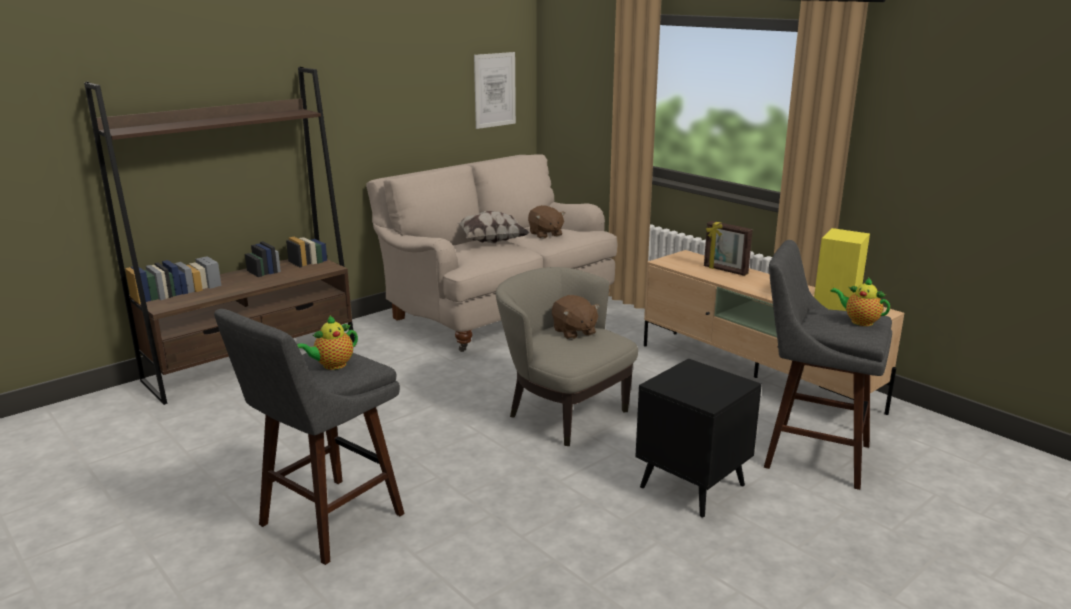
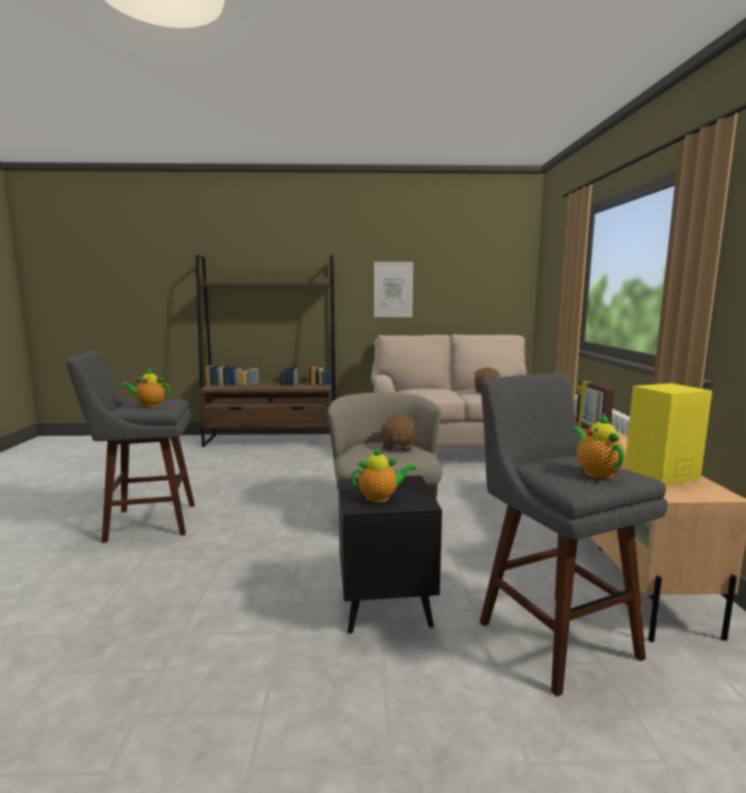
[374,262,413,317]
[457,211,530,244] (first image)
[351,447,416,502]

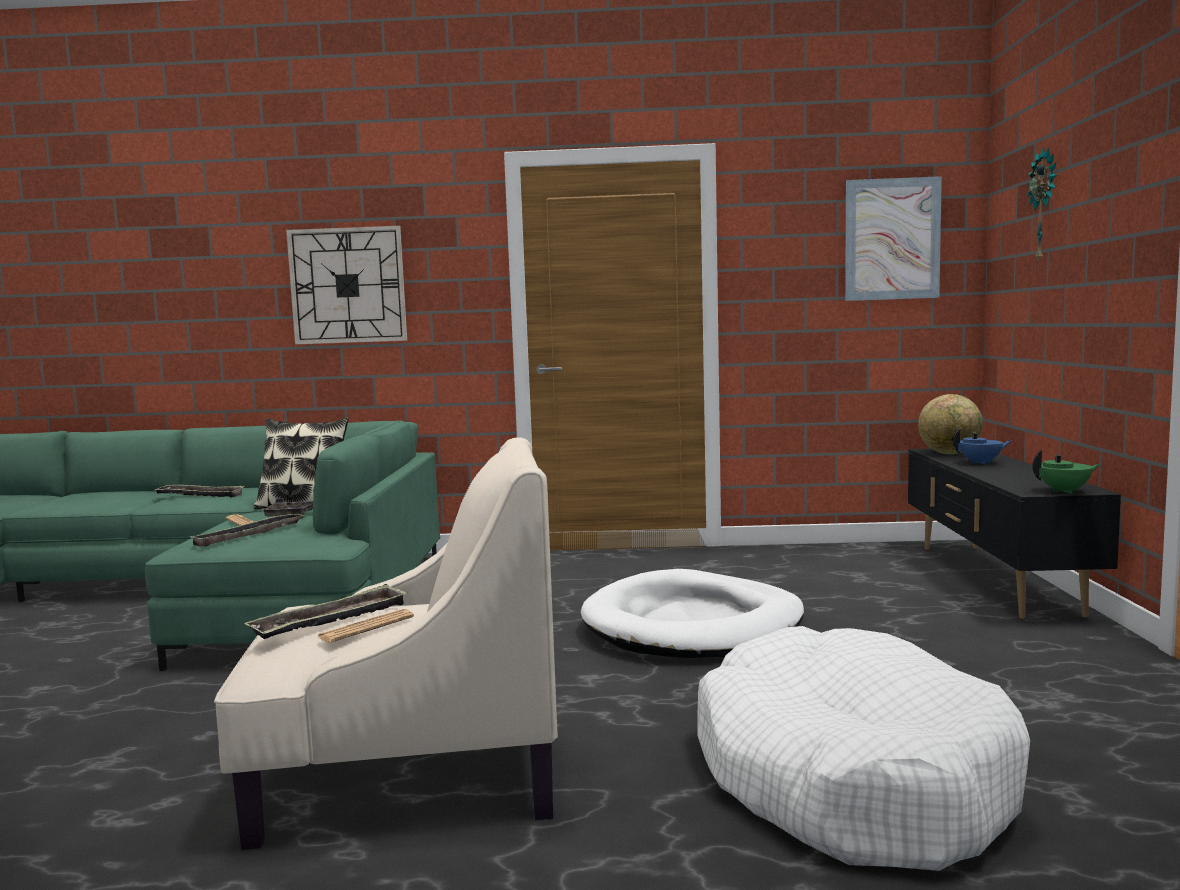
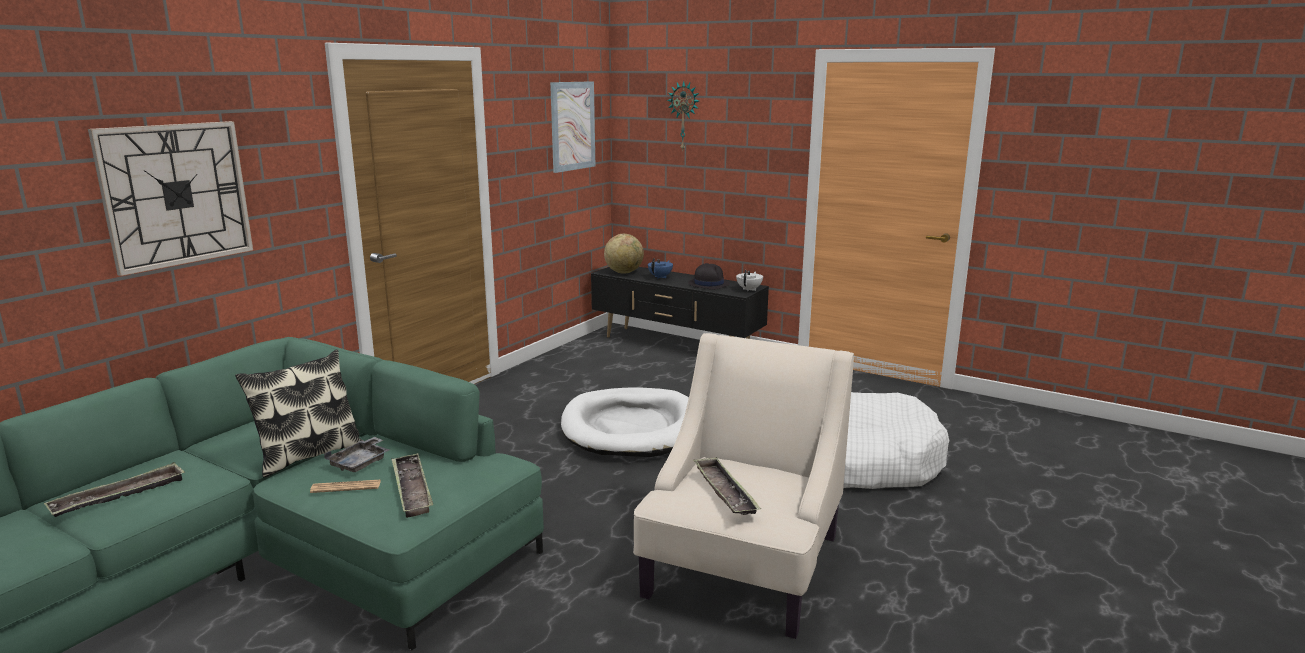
[736,270,763,291]
[318,609,414,643] (first image)
[688,263,730,290]

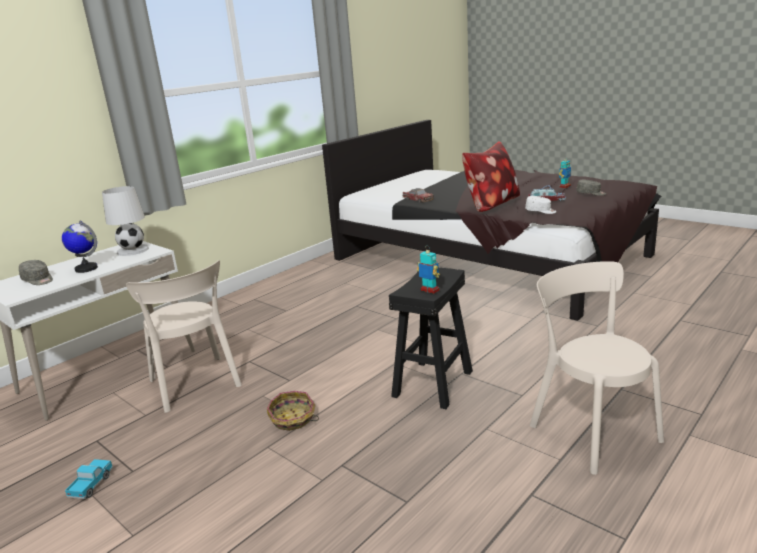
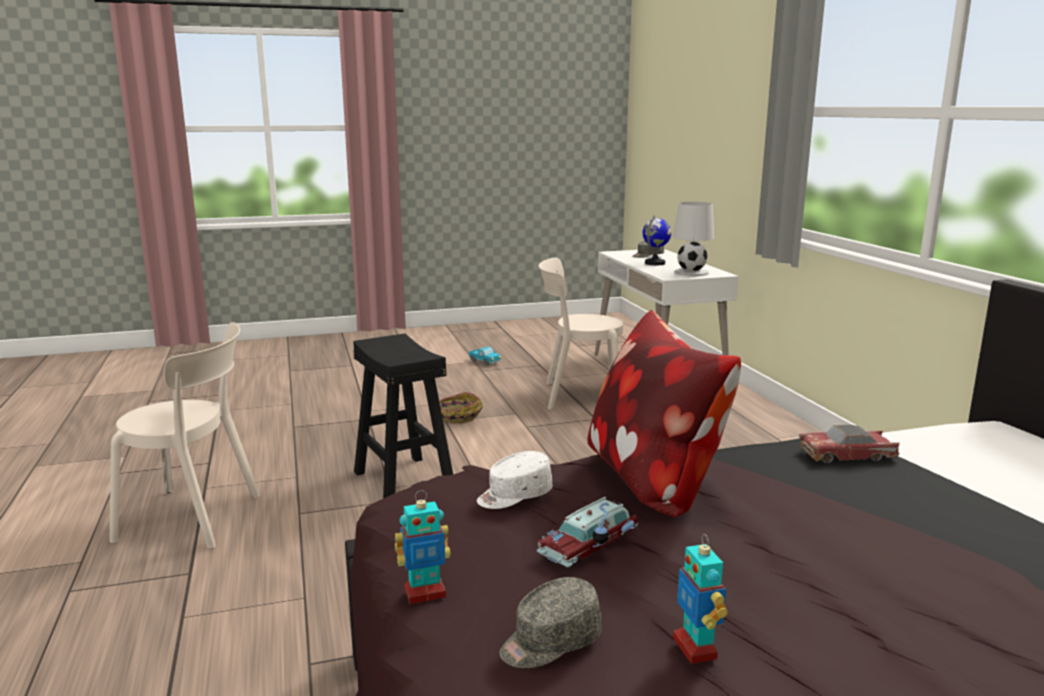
[395,491,451,604]

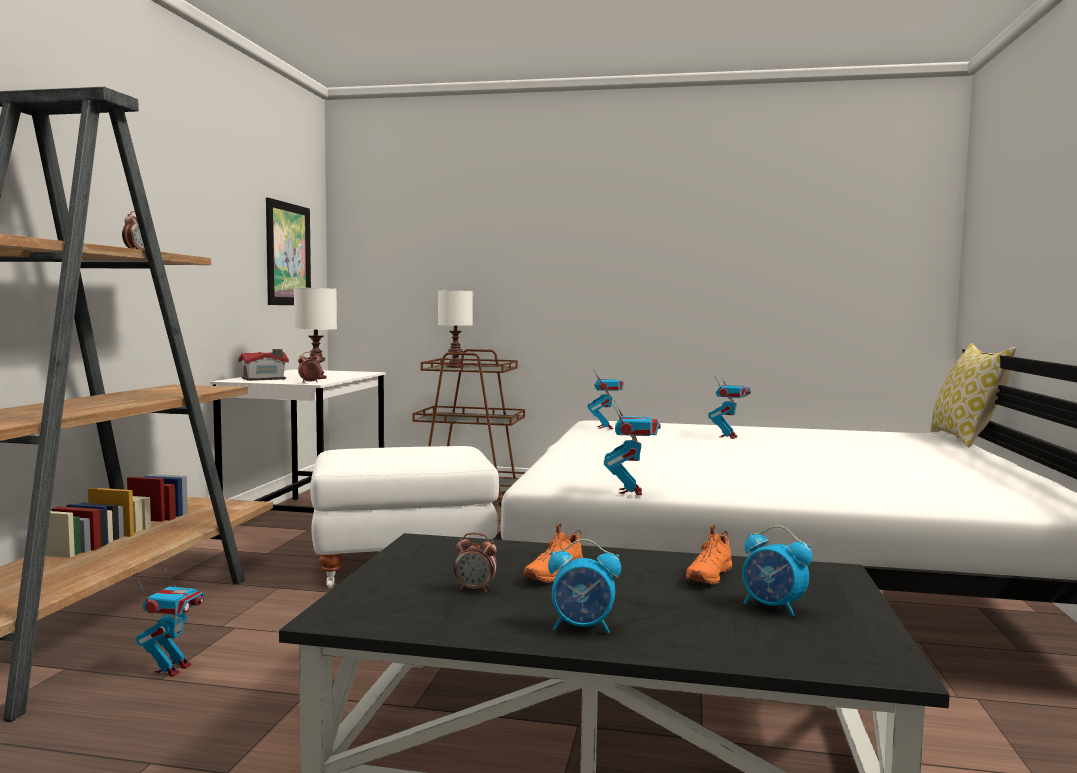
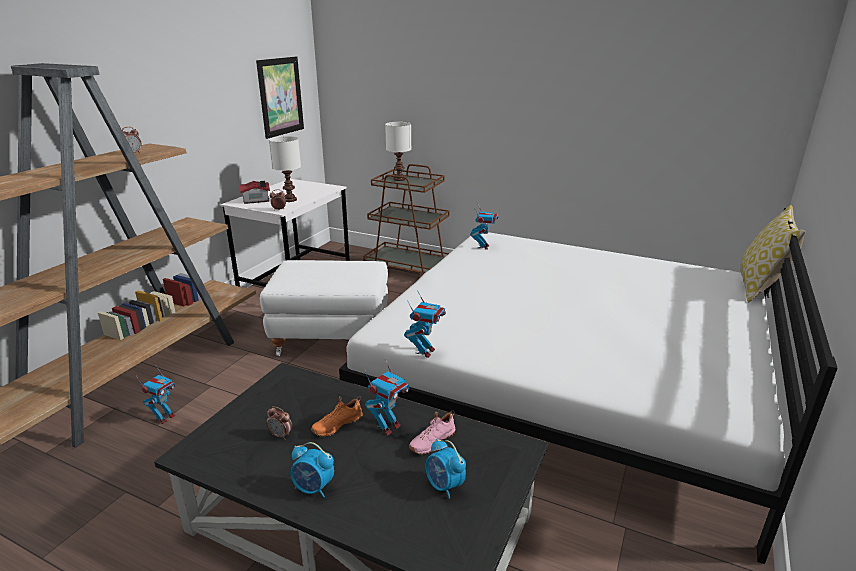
[365,358,409,435]
[409,411,456,455]

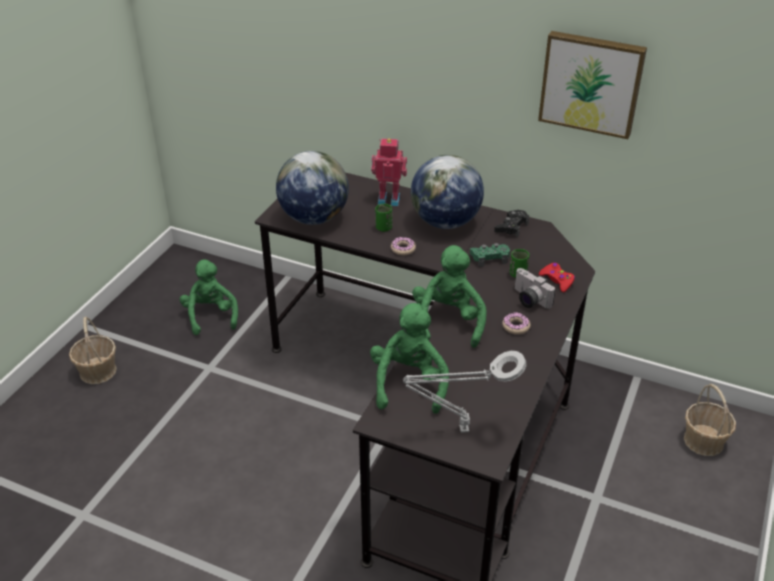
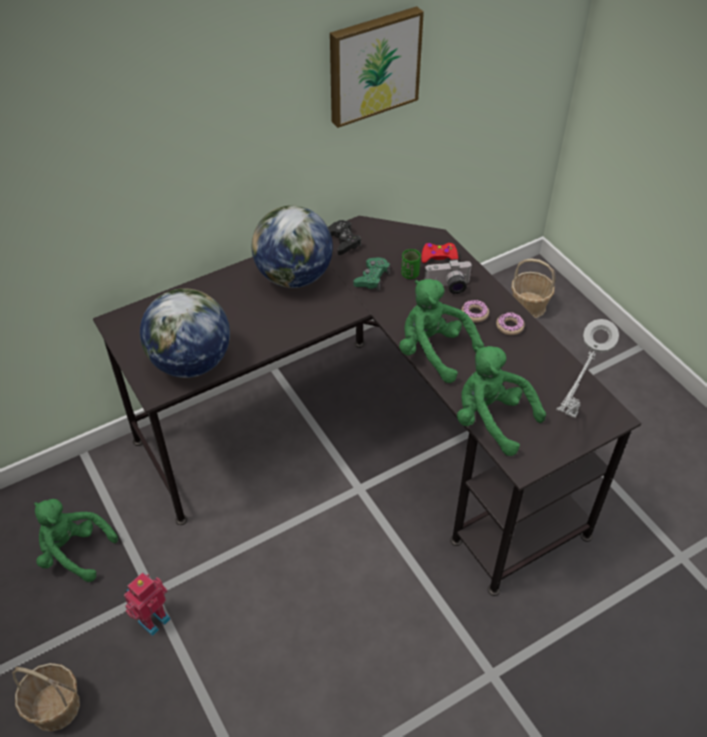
[124,572,171,636]
[375,204,392,232] (first image)
[496,312,525,335]

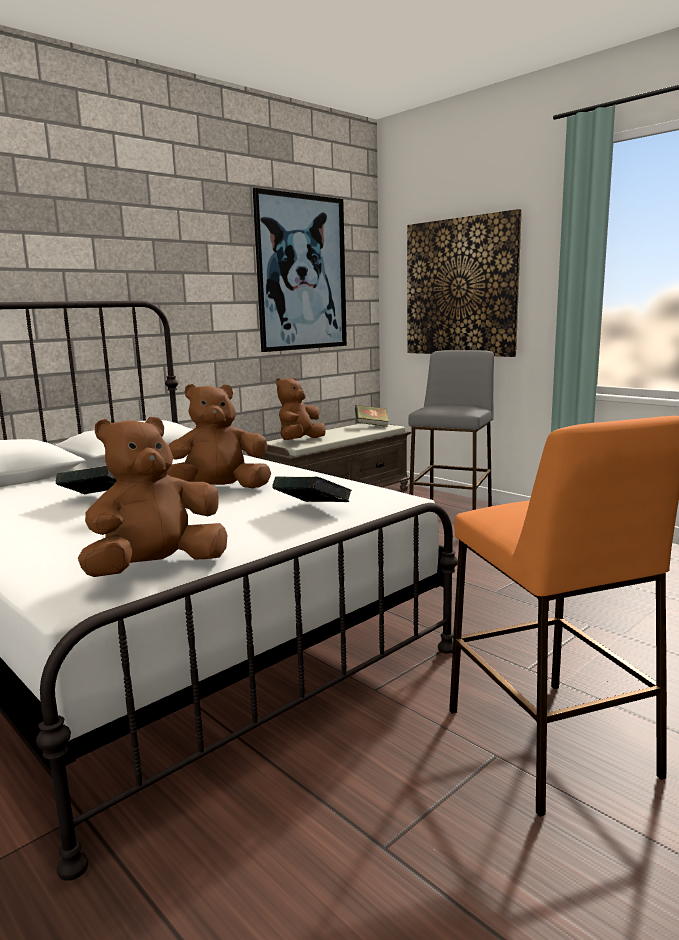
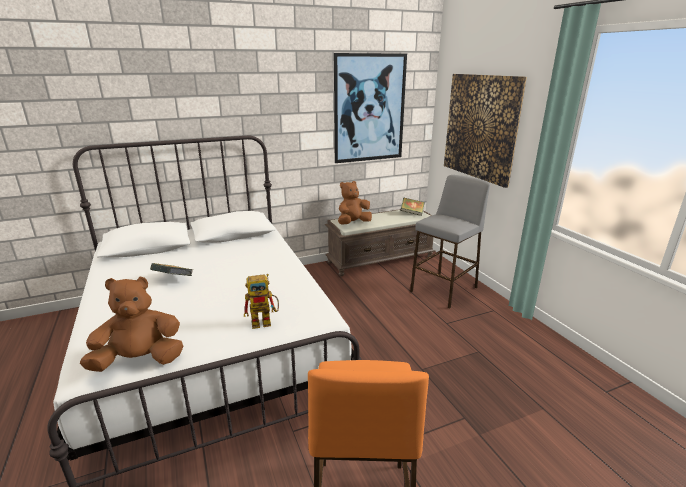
[167,384,271,488] (first image)
[244,274,279,329]

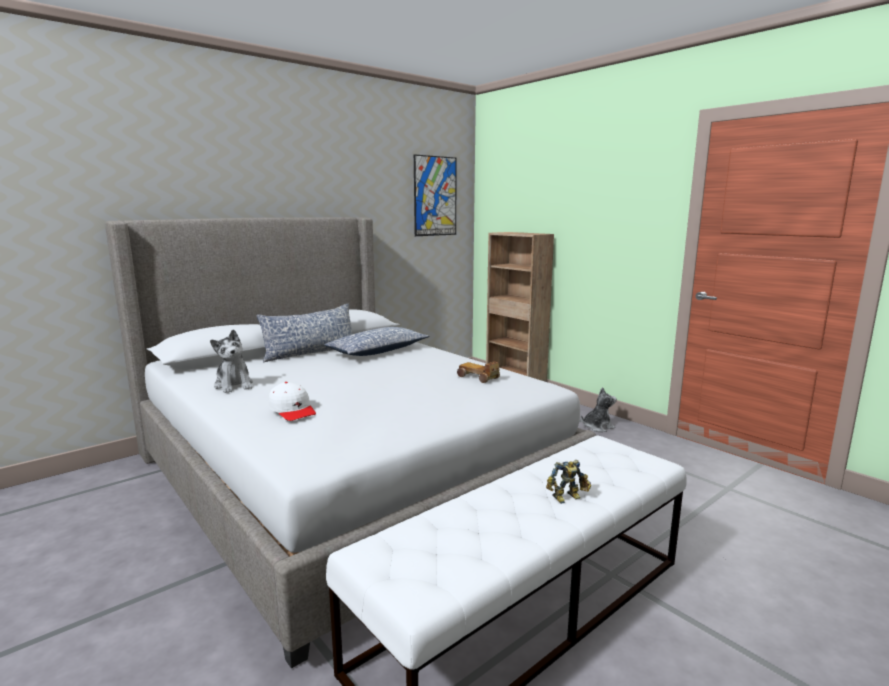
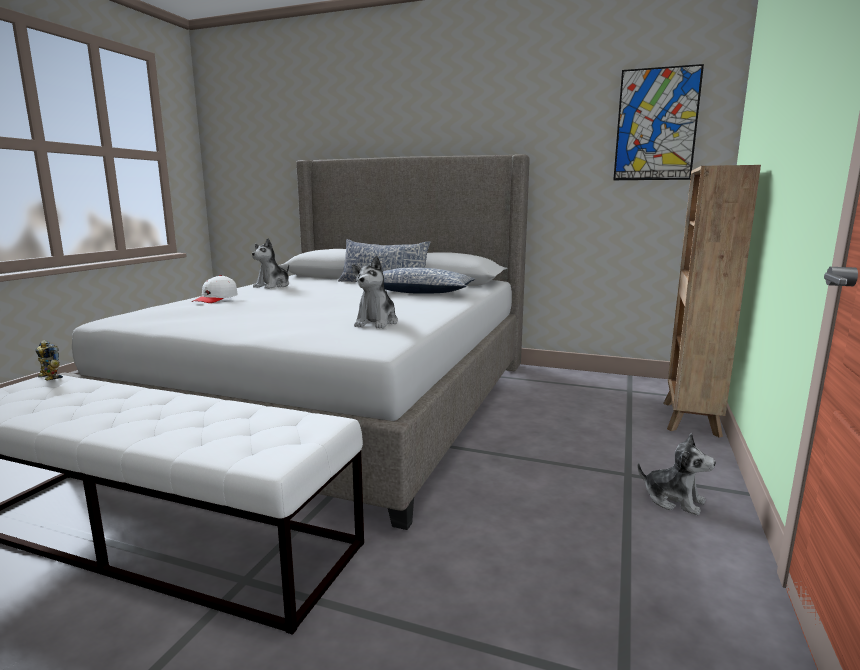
[352,256,398,328]
[35,340,63,381]

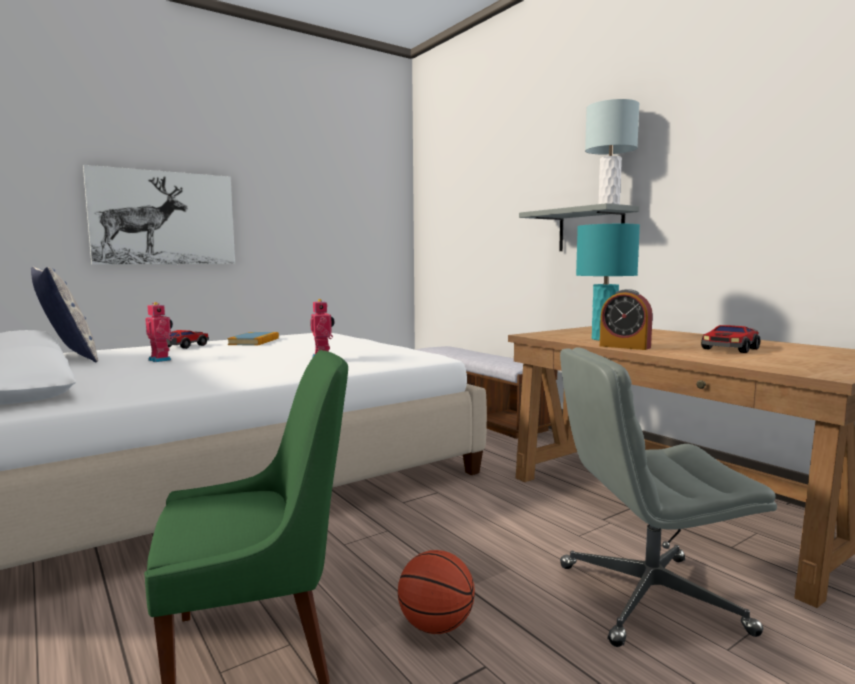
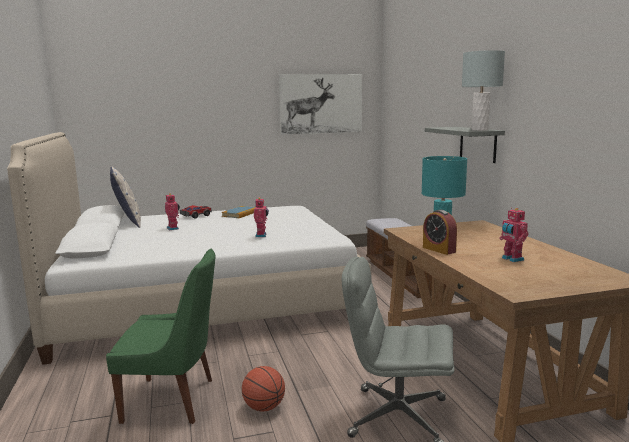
[279,74,362,135]
[499,208,529,262]

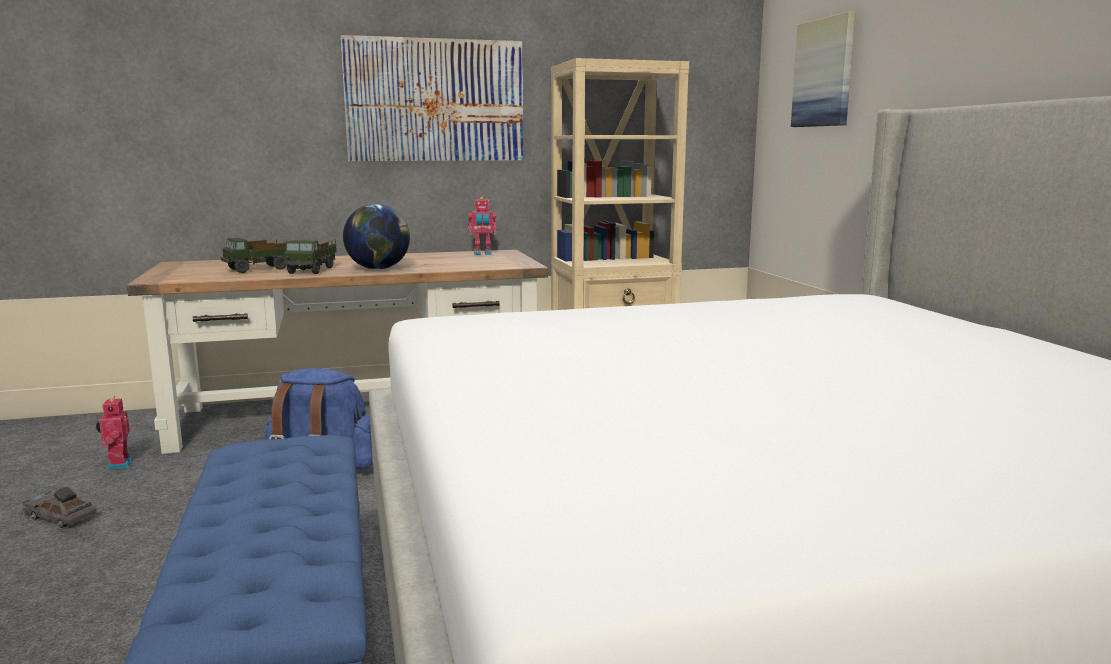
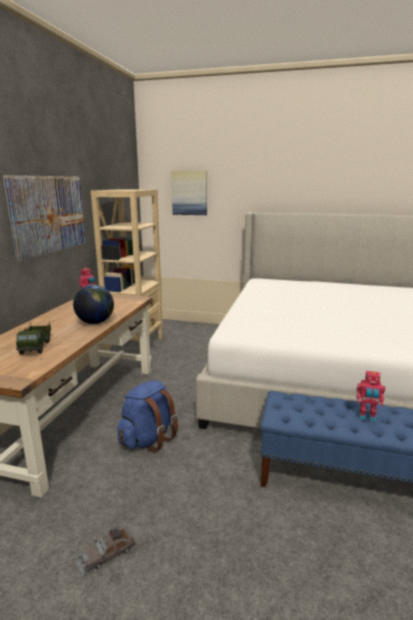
[284,239,337,274] (first image)
[356,371,385,422]

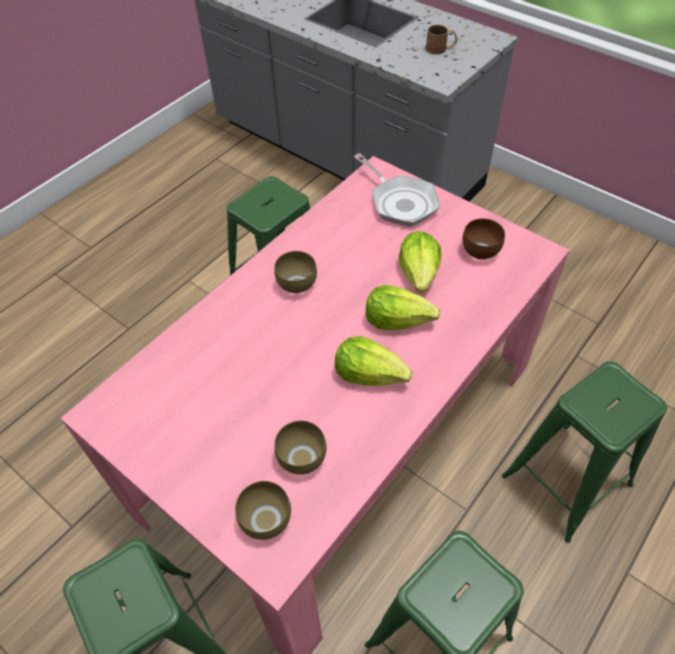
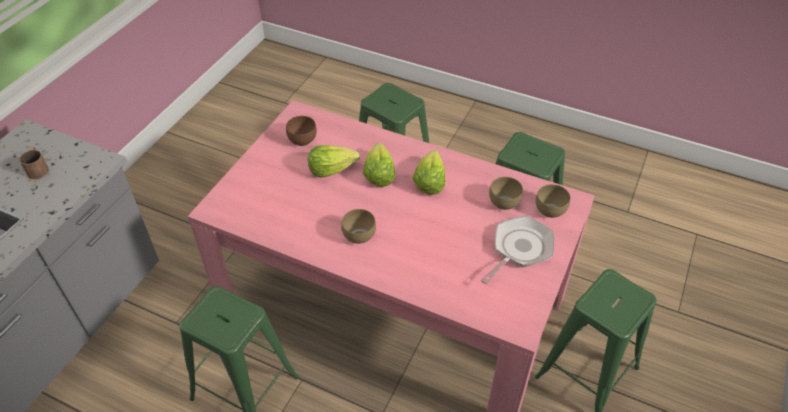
[481,216,554,285]

